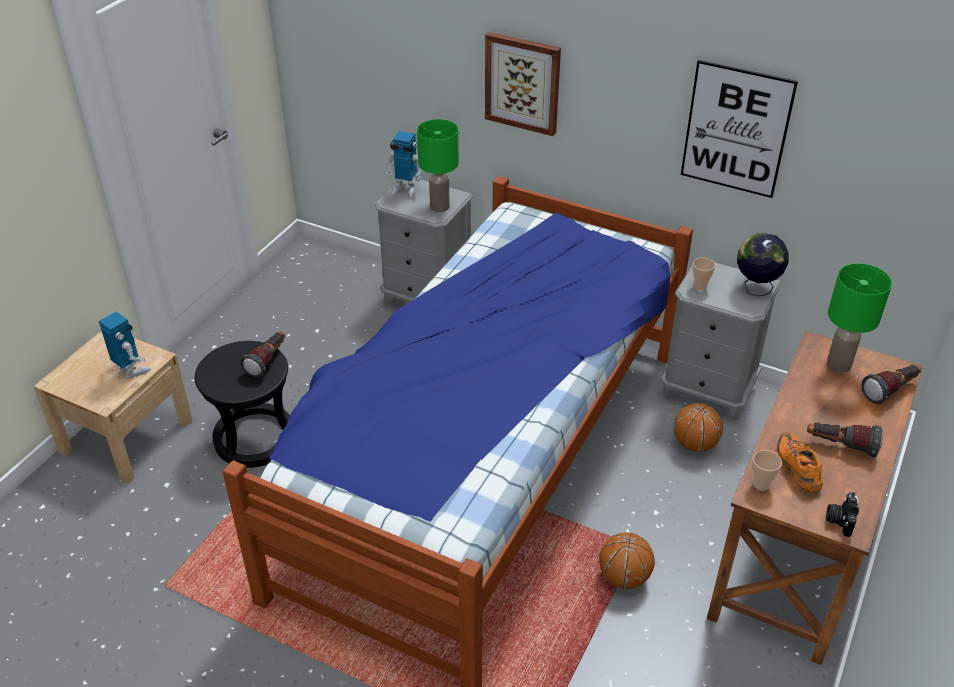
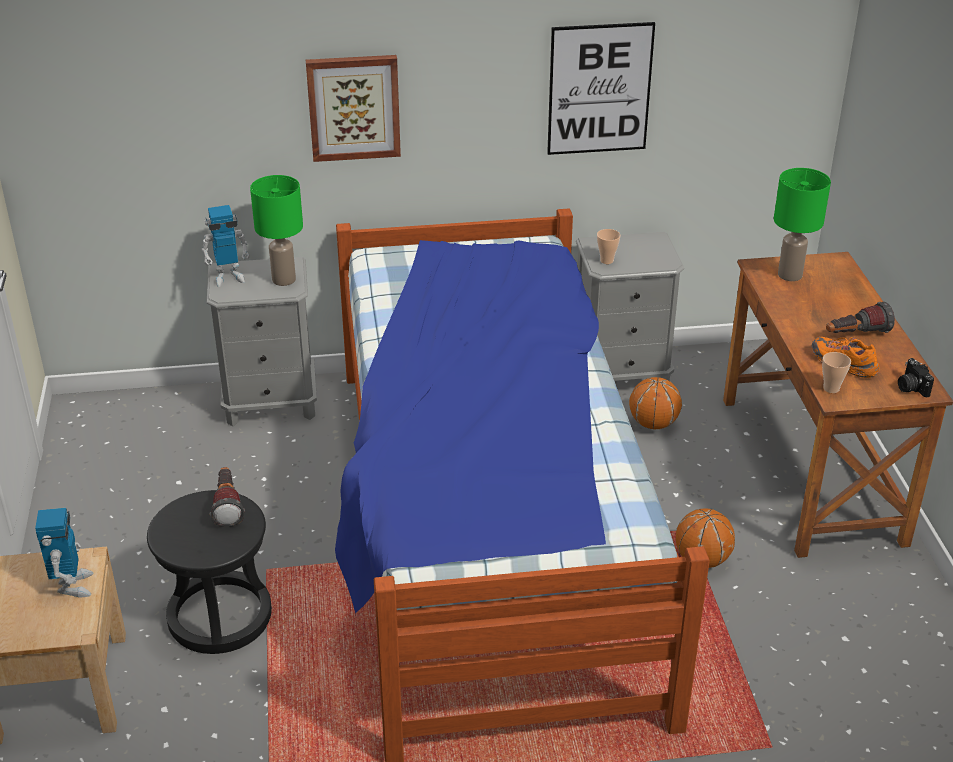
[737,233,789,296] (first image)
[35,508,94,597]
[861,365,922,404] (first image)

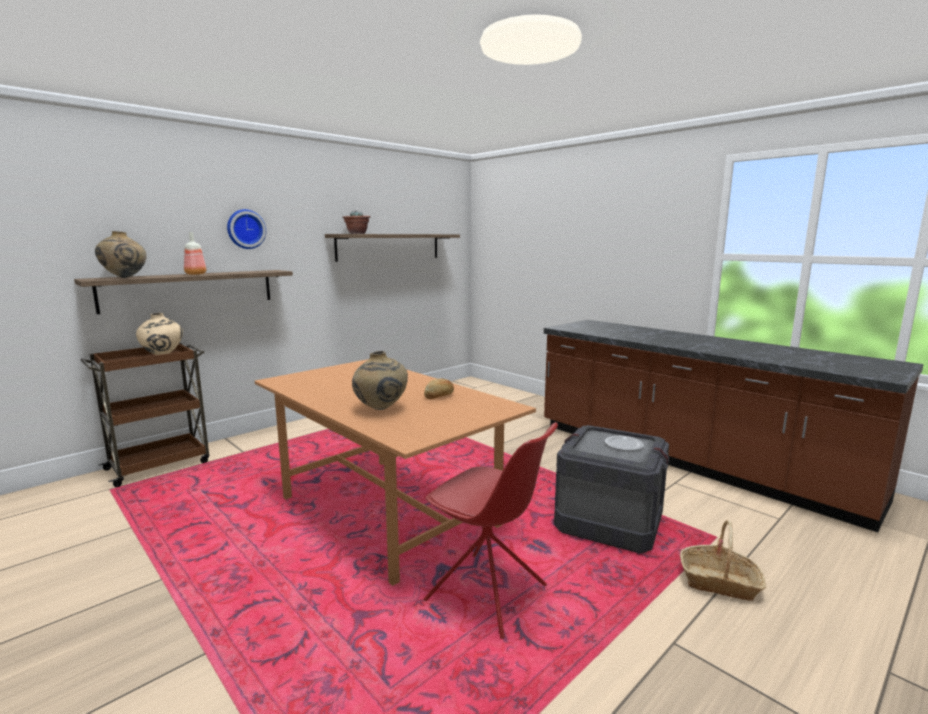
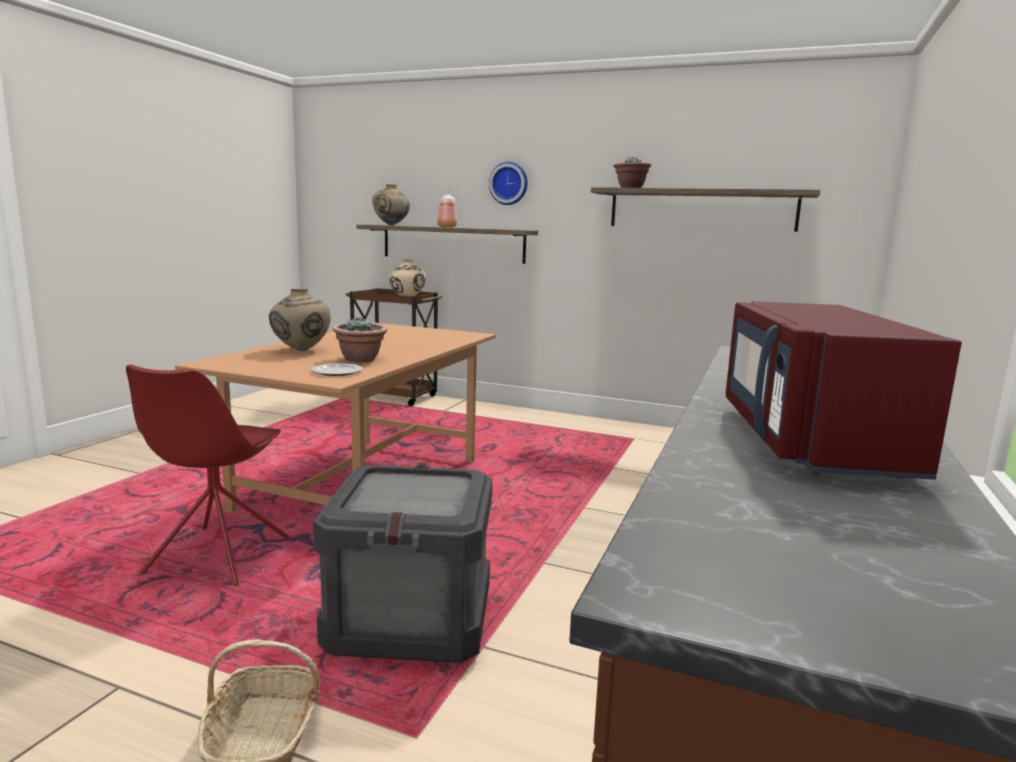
[333,317,387,363]
[312,363,363,376]
[726,301,962,480]

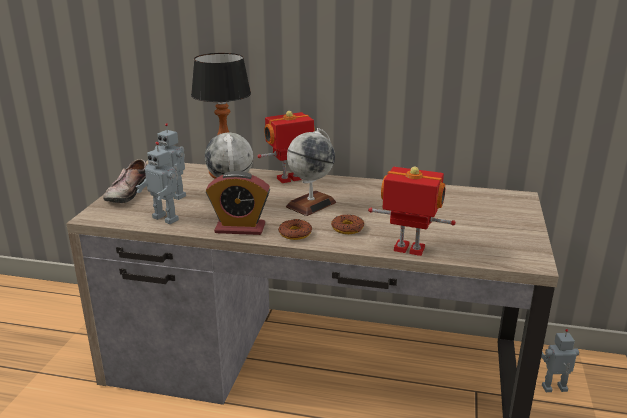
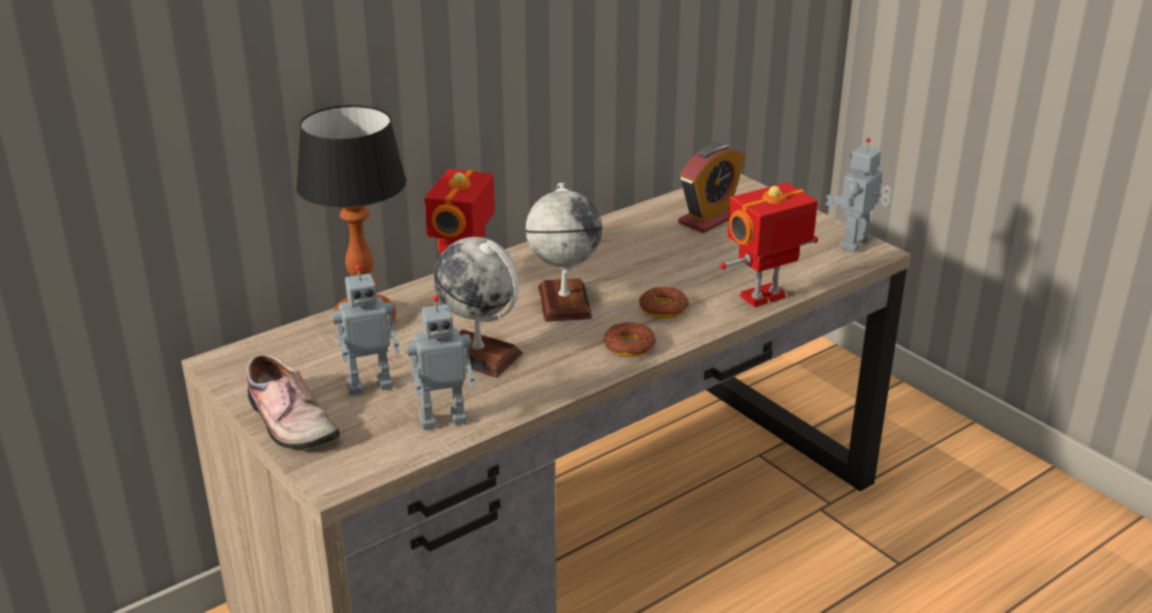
[678,142,745,233]
[826,138,892,253]

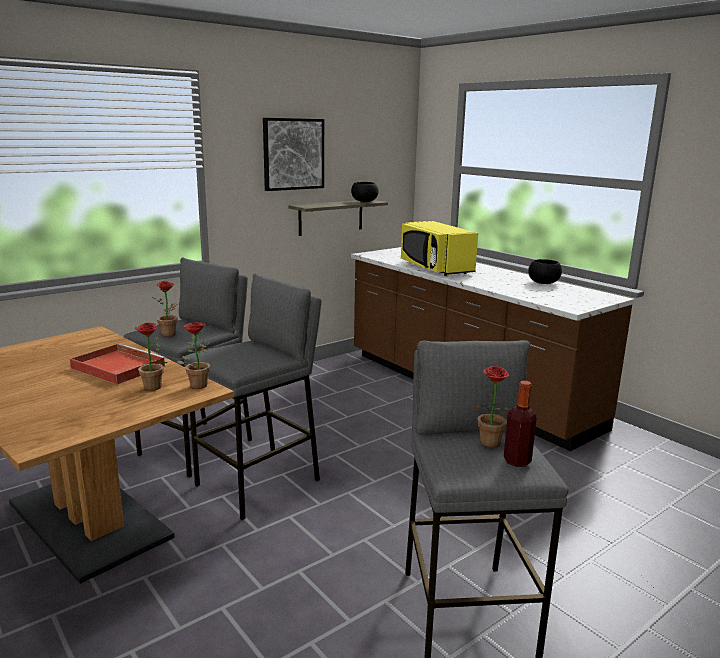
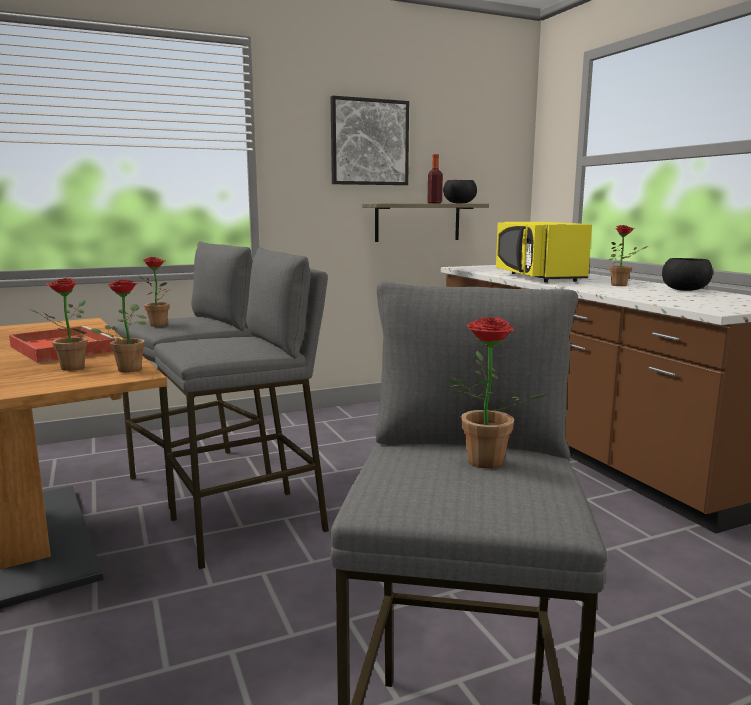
[428,154,443,203]
[609,225,648,286]

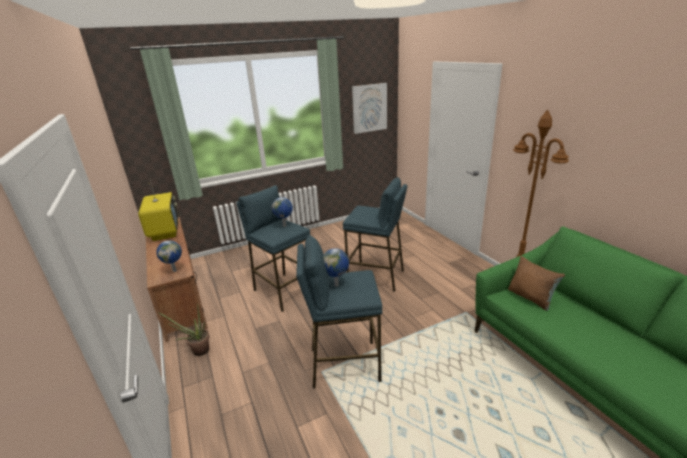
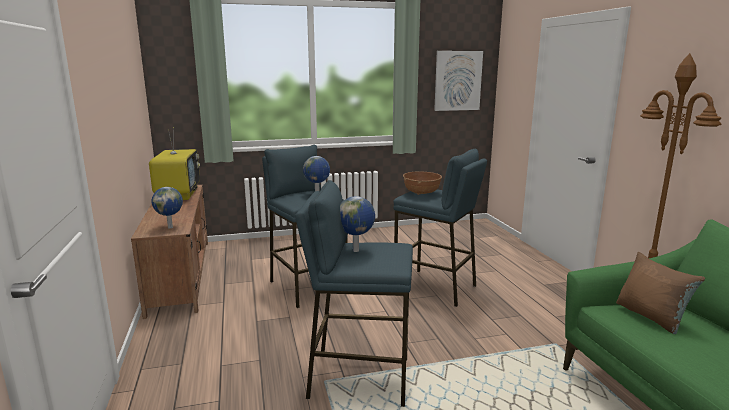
[158,304,209,356] (first image)
[403,171,442,195]

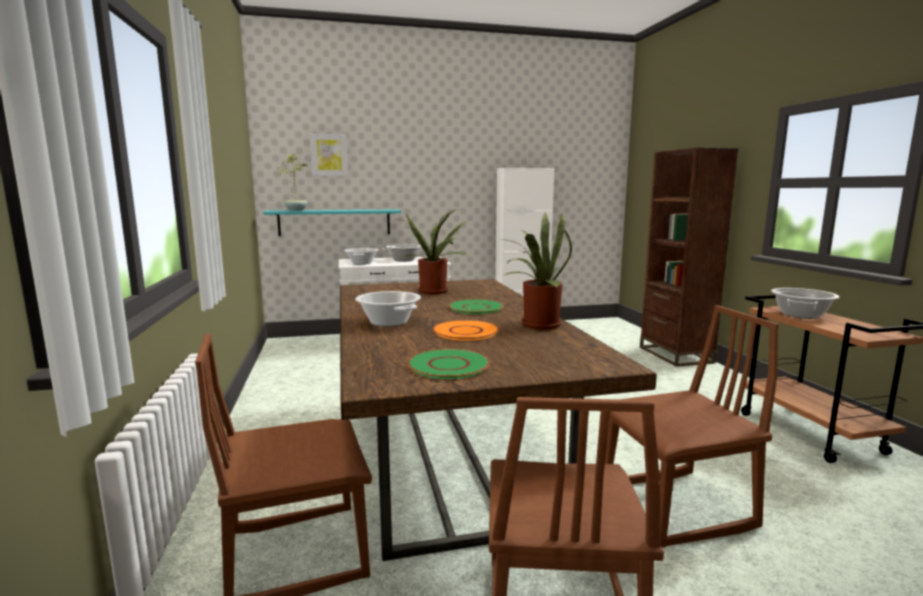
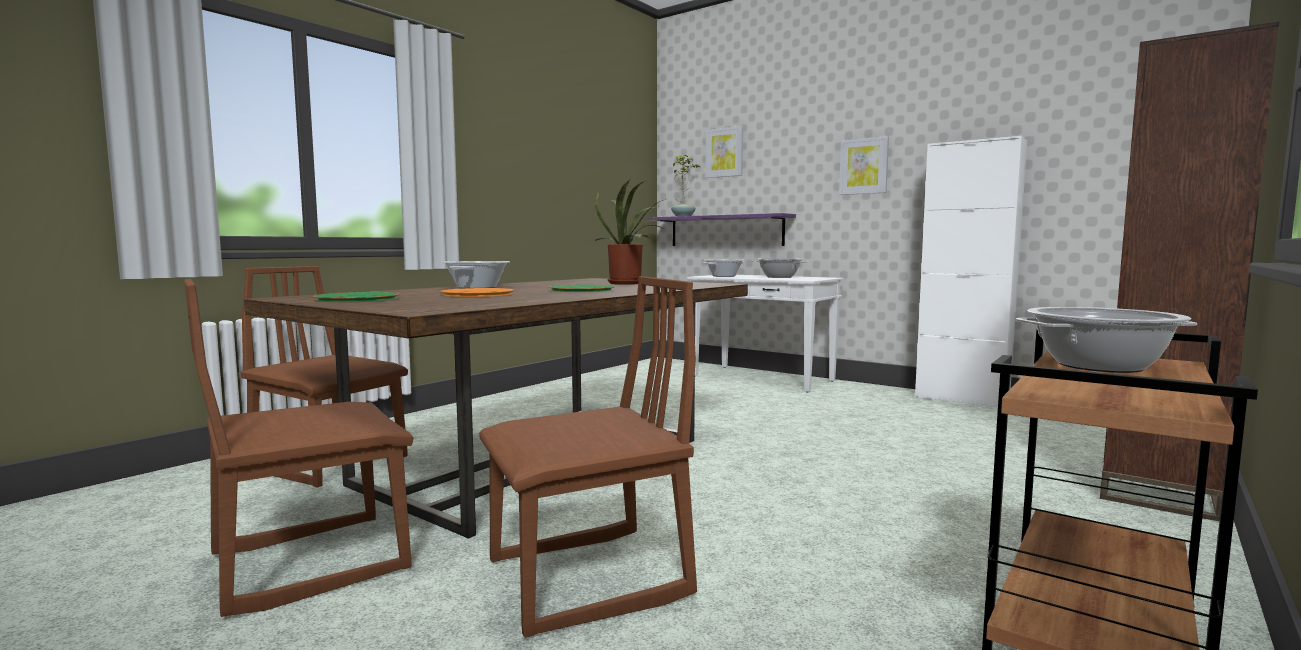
[649,213,796,246]
[502,213,572,330] (first image)
[479,276,697,638]
[839,136,889,195]

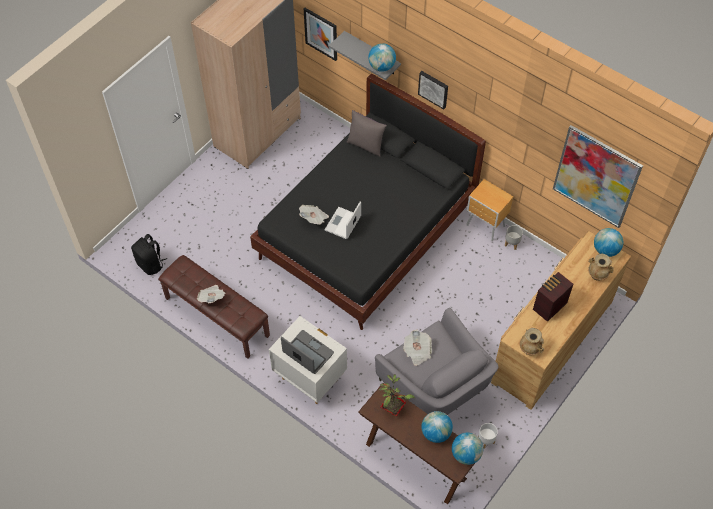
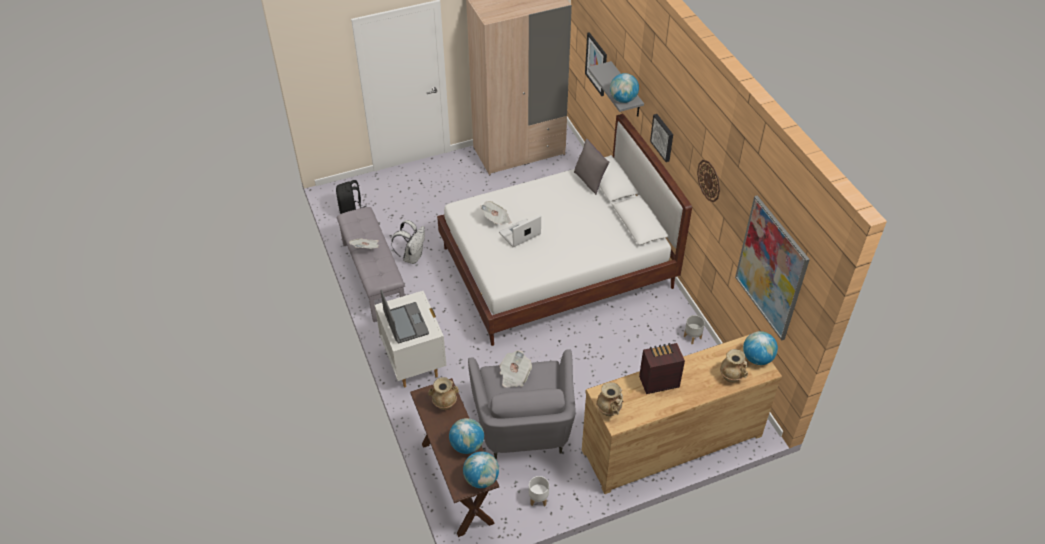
[437,114,692,346]
[466,179,513,241] (first image)
[337,207,405,322]
[428,377,459,410]
[697,160,720,202]
[391,220,425,264]

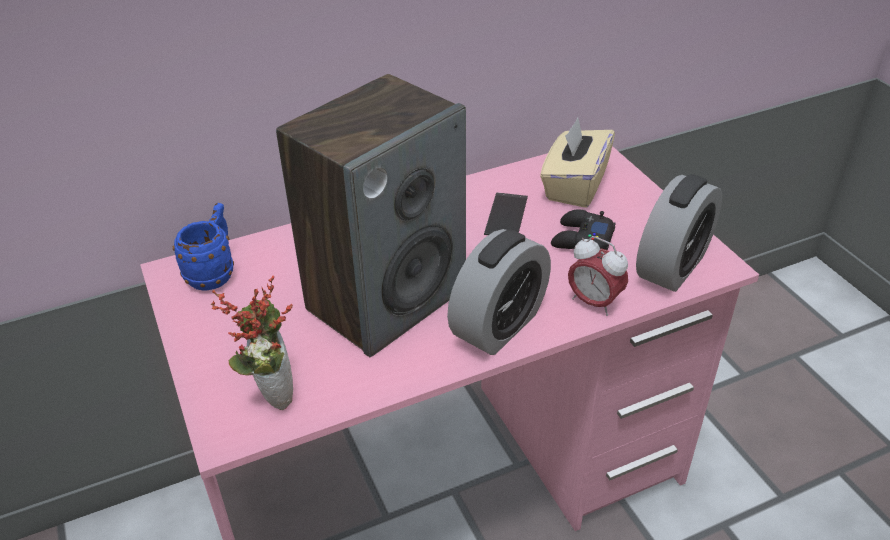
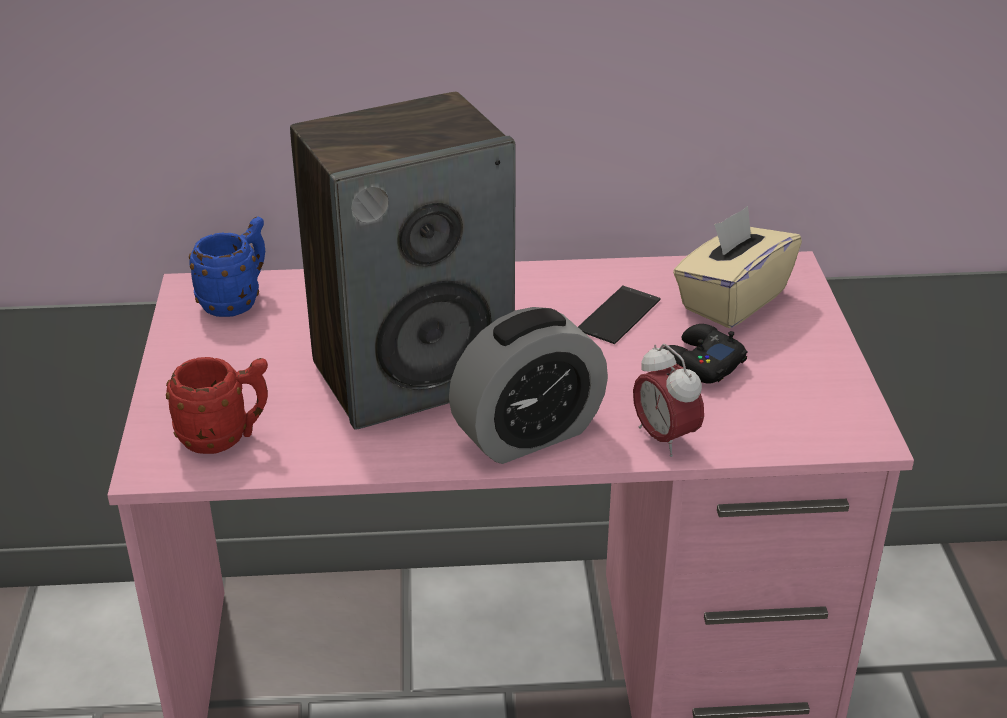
[636,174,722,292] (first image)
[166,357,268,454]

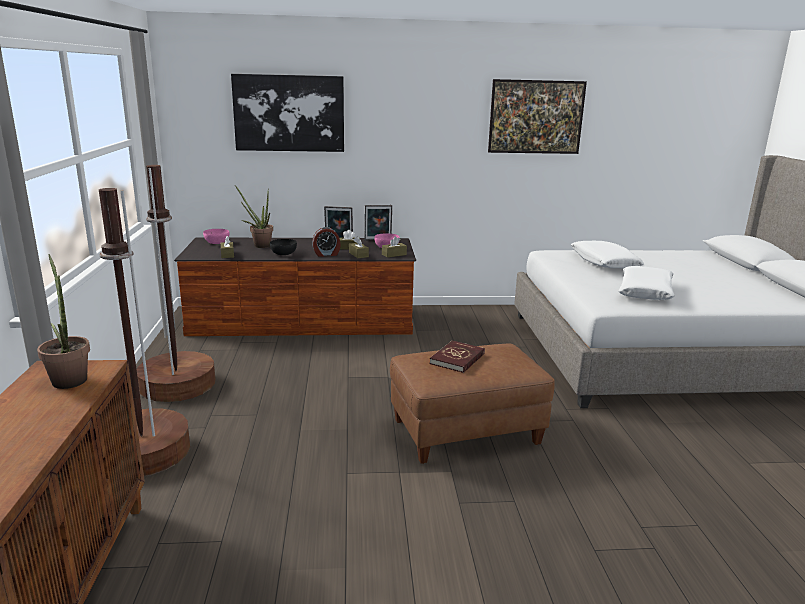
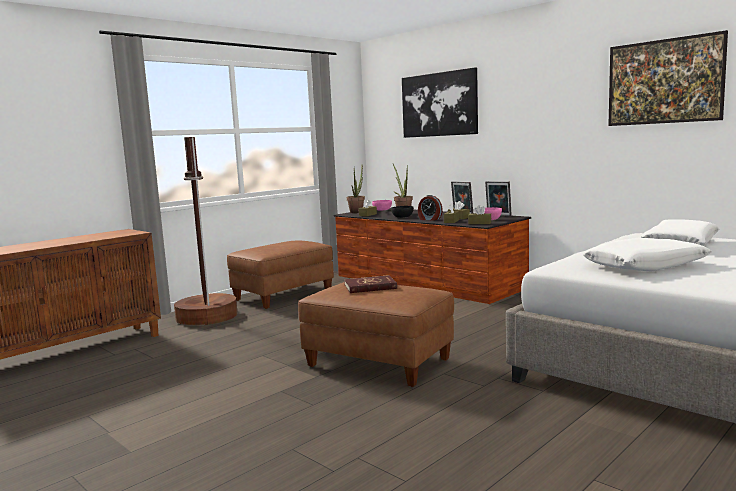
[227,241,334,309]
[347,166,365,213]

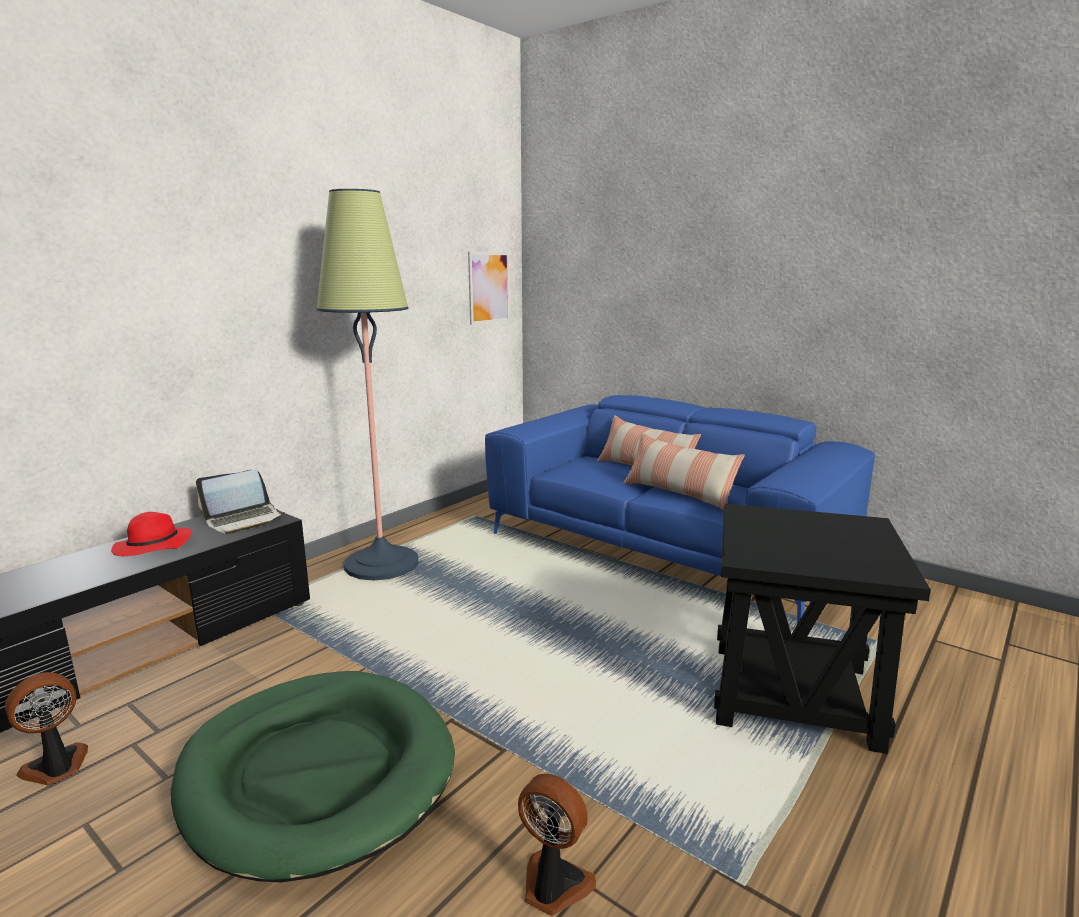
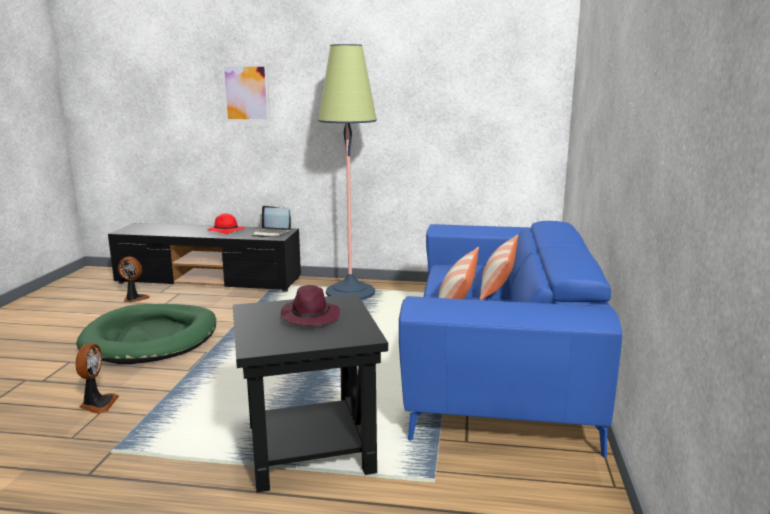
[221,64,270,122]
[281,285,340,326]

